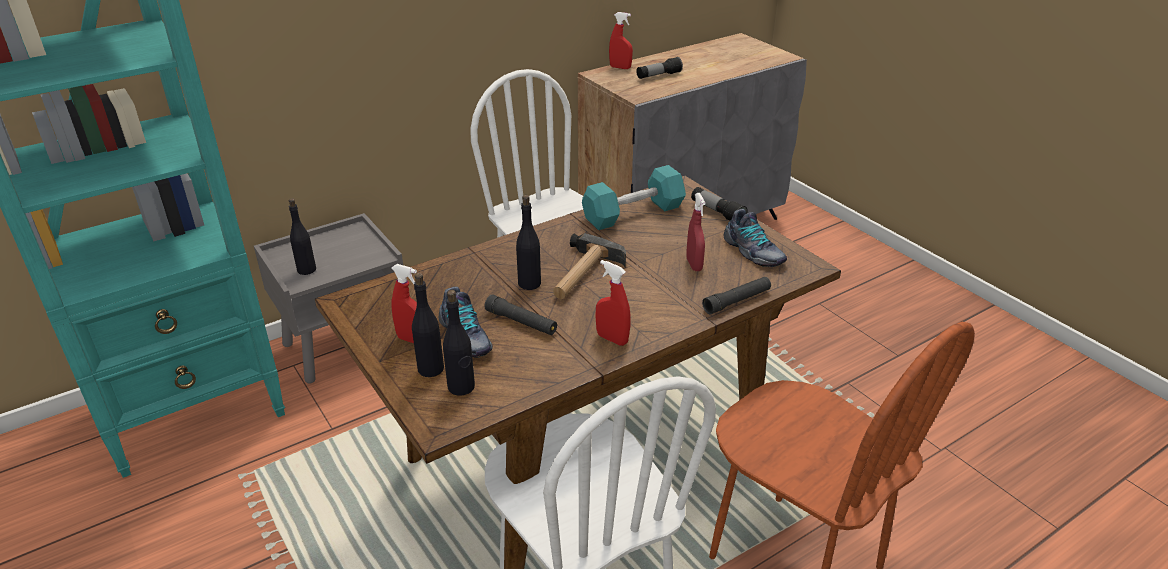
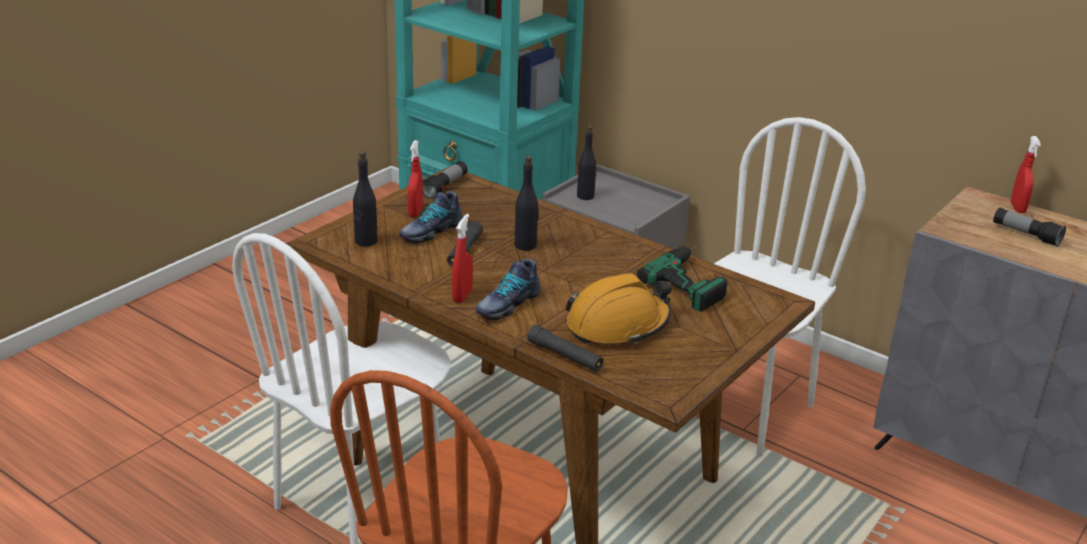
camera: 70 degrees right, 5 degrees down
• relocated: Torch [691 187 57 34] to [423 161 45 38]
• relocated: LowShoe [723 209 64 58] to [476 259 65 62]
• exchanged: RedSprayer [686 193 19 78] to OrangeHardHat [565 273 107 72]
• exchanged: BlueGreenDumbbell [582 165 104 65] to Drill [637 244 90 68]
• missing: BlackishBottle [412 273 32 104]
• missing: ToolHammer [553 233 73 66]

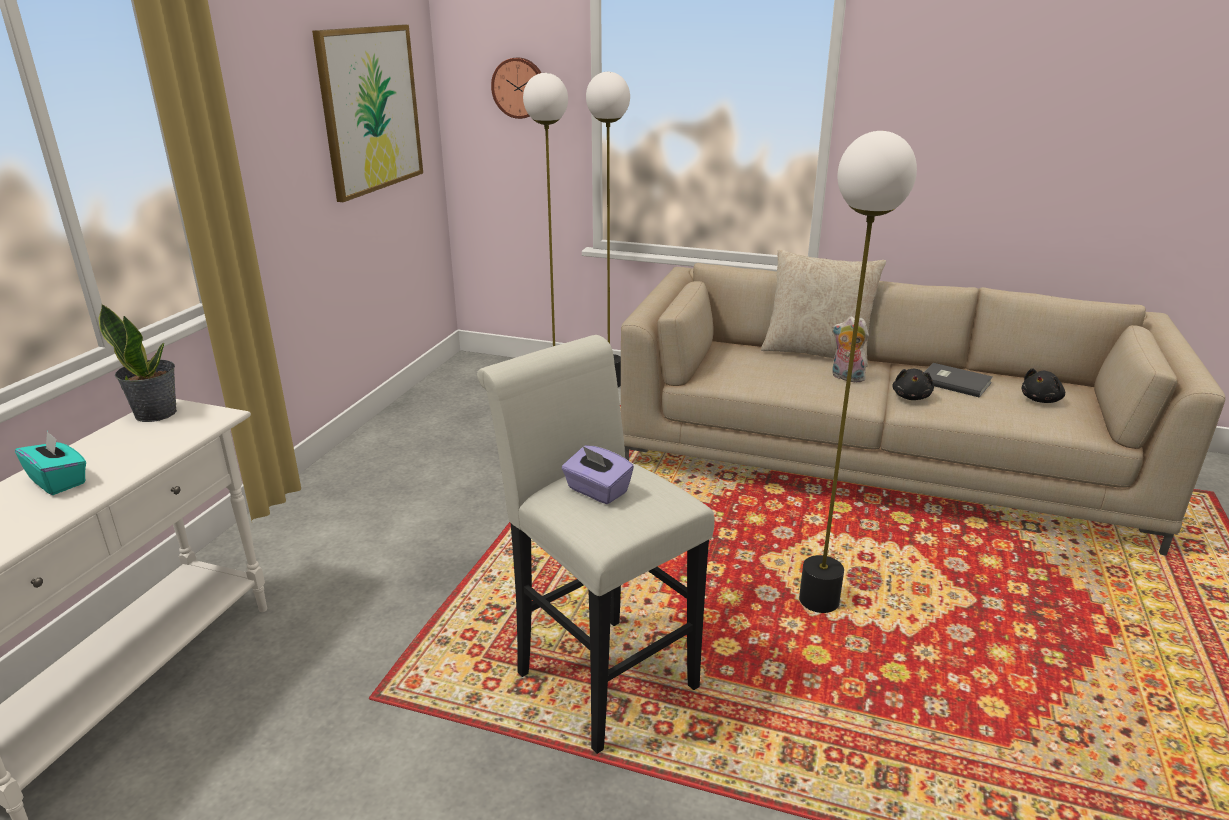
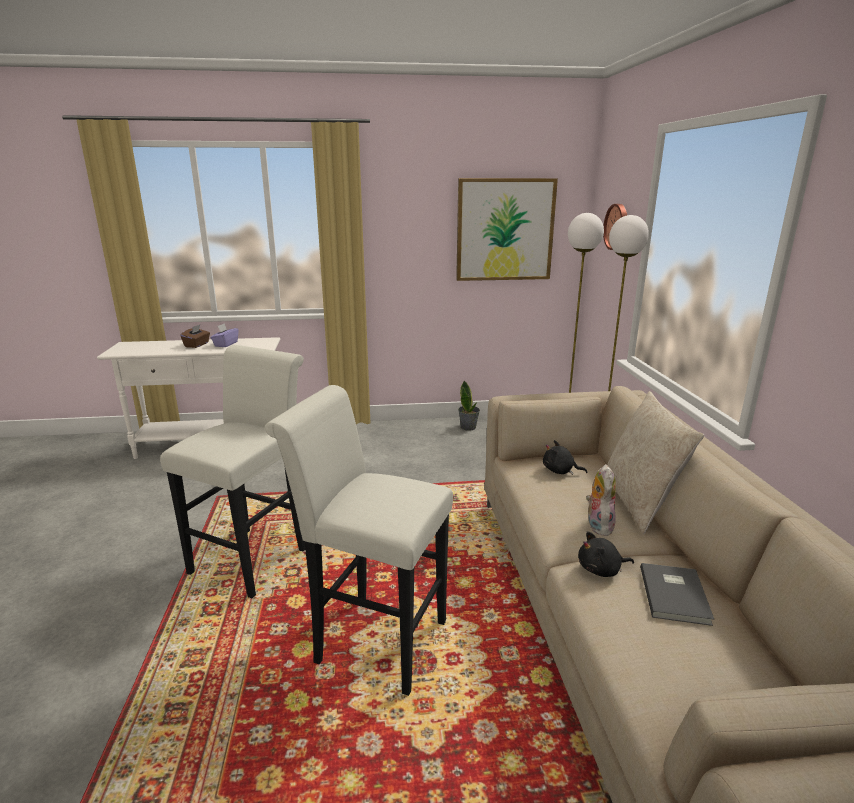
camera: 65 degrees right, 5 degrees down
• colour: BlueGreenBoxOfTissues [15 430 71 65] to BrownColouredBoxOfTissues [180 325 30 23]
• relocated: PurpleBoxOfTissues [562 445 72 59] to [210 323 28 24]
• exchanged: StandingLamp [799 131 118 482] to WhiteSittingStool [265 385 188 311]
• relocated: PottedPlant [98 305 79 117] to [458 380 22 51]
• relocated: BlackishCuddlyToy [1021 368 44 35] to [543 440 44 35]

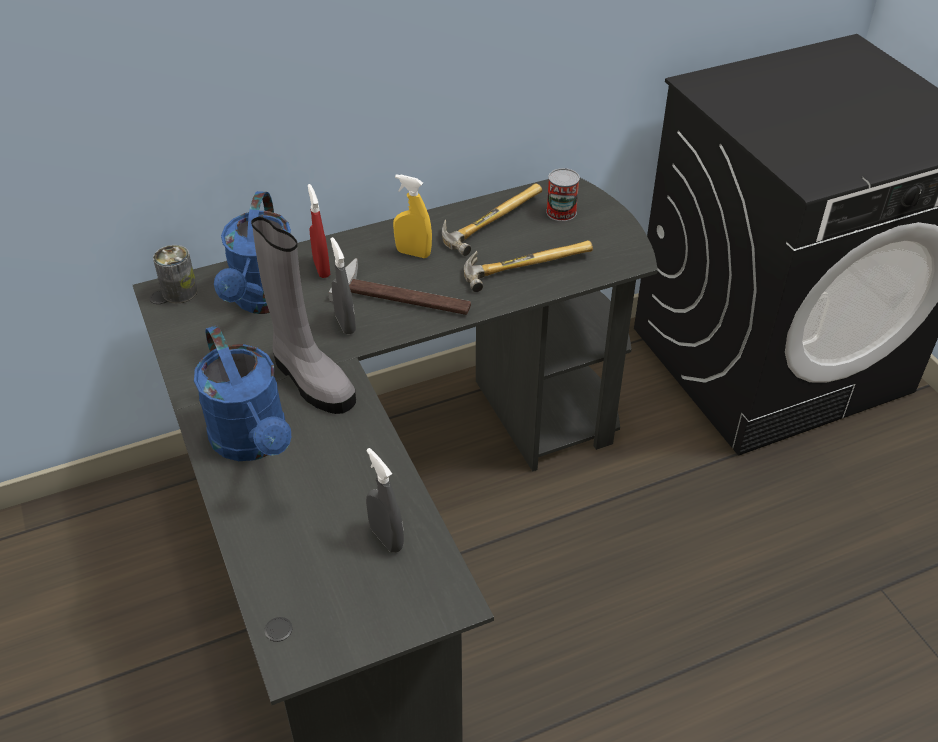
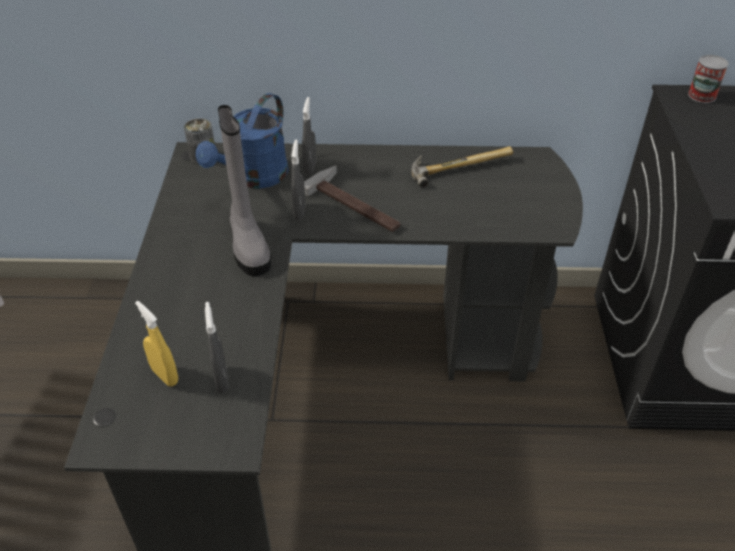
camera: 25 degrees right, 0 degrees up
• relocated: YellowSprayer [393 174 39 84] to [135 301 43 85]
• colour: RedSprayer [307 184 23 94] to GreySprayer [302 97 14 77]
• relocated: Can [546 168 34 53] to [688 55 41 48]
• missing: BlueColouredWateringCan [194 325 97 136]
• missing: ToolHammer [464 240 129 52]

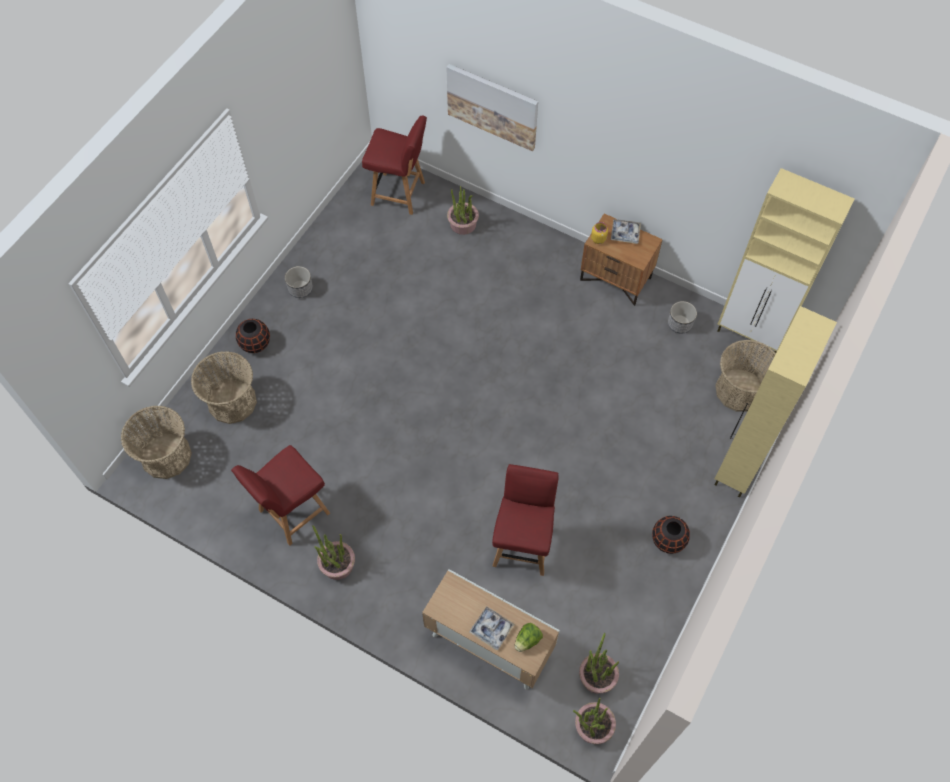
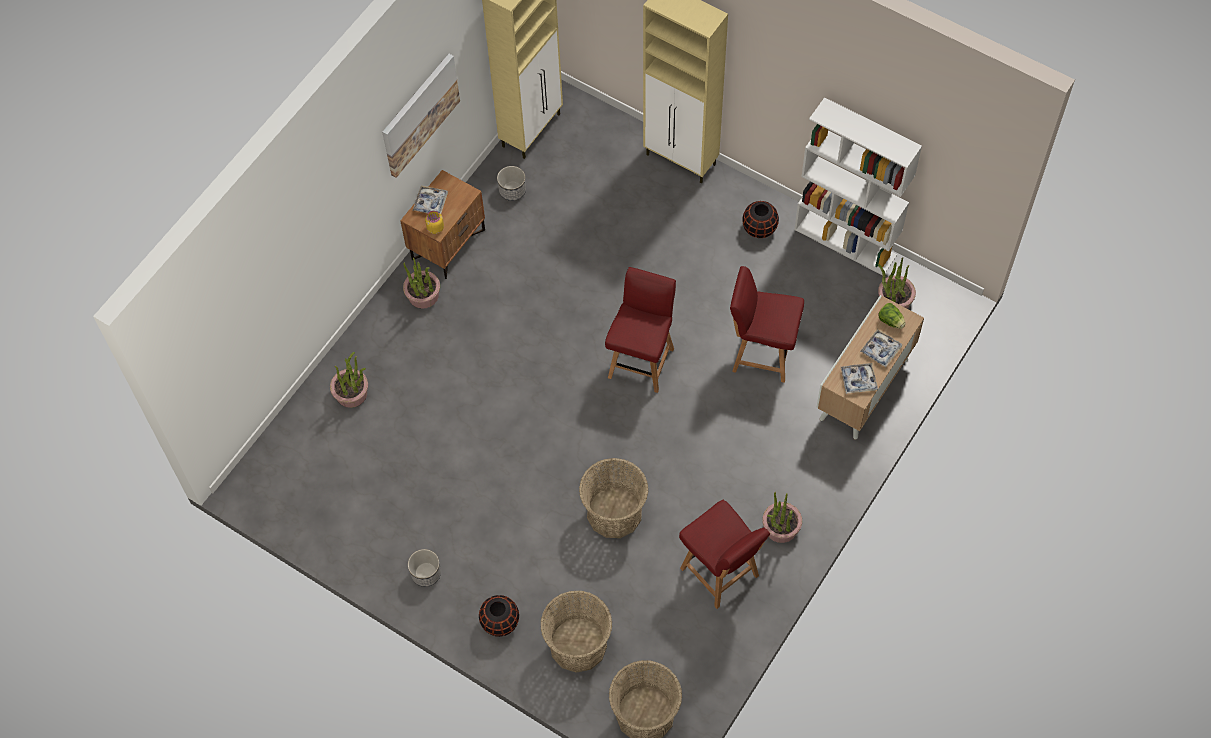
camera: 85 degrees left, 0 degrees up
• relocated: WallPicture [446 64 92 87] to [382 54 78 124]
• relocated: PottedPlant [573 698 43 46] to [403 258 37 51]
• relocated: HouseholdBasket [715 340 61 72] to [579 458 70 80]
• relocated: RedUprightChair [362 115 65 100] to [605 267 71 126]
• appeared: WhiteShelvingUnit [794 97 128 179]
• appeared: Tray [841 363 37 31]

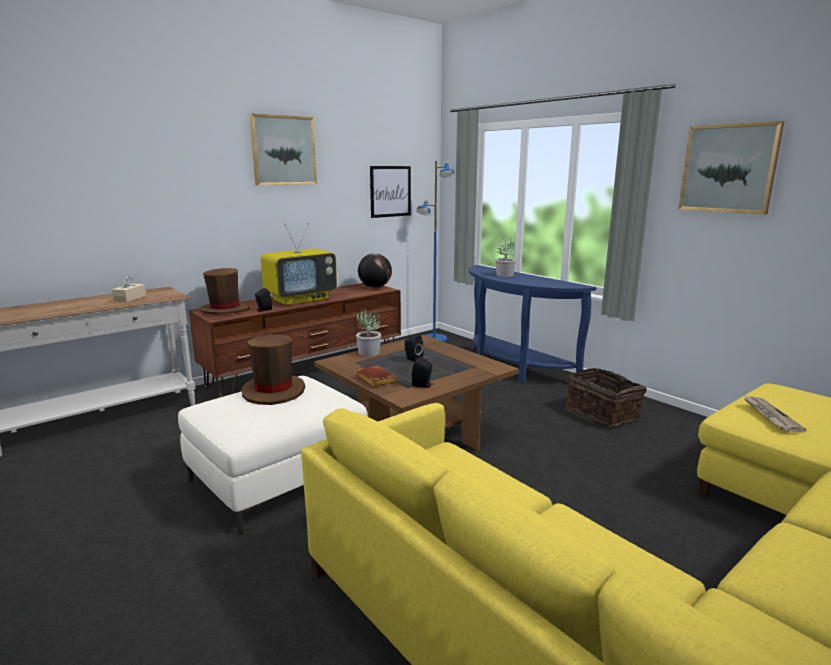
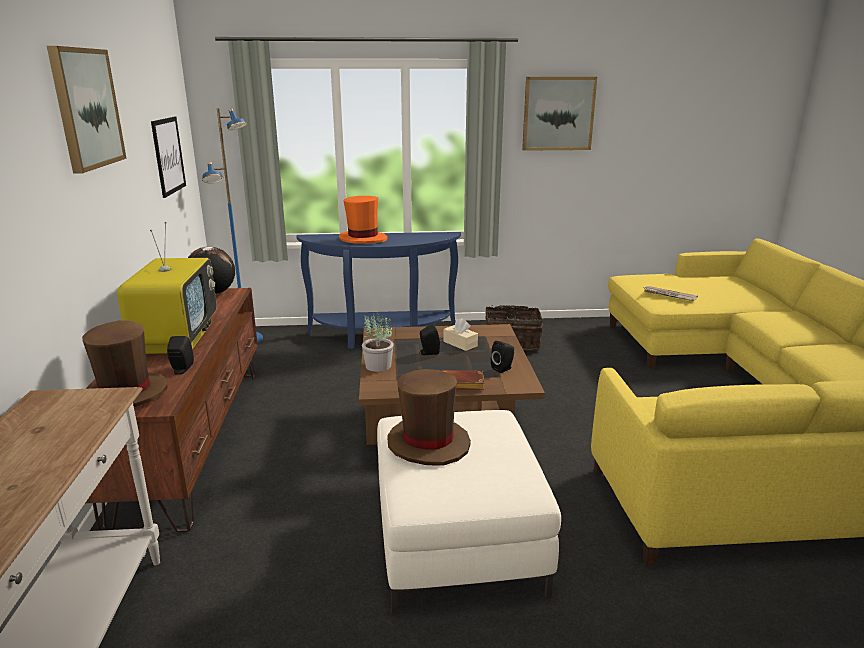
camera: 55 degrees left, 5 degrees up
• exchanged: PottedPlant [495 237 21 40] to OrangeClothingHat [339 196 48 48]
• relocated: BeigeColouredBoxOfTissues [112 275 34 27] to [443 318 35 33]

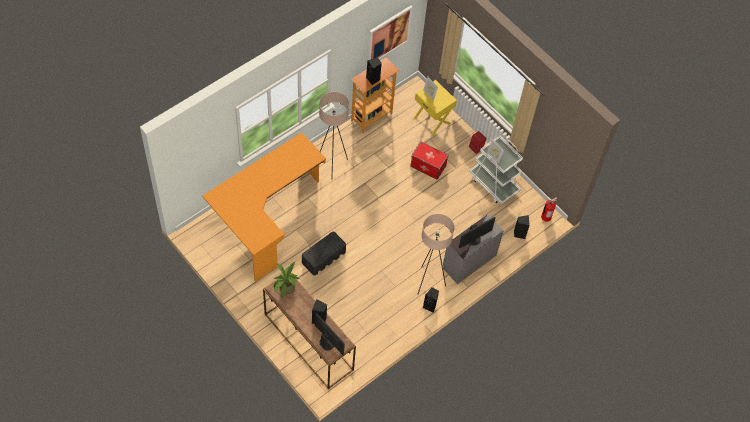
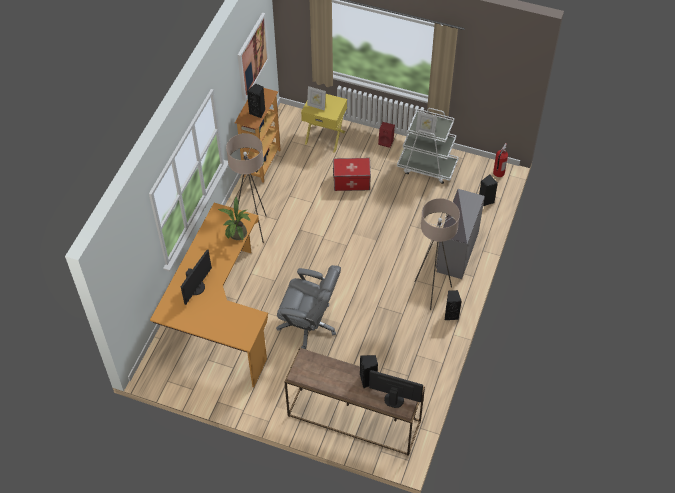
camera: 25 degrees left, 5 degrees down
• relocated: Monitor [459 217 37 31] to [181 250 31 55]
• relocated: PottedPlant [273 261 27 37] to [218 197 32 44]
• exchanged: BlackishStorageBox [302 232 44 44] to GreyOfficeChair [276 265 65 84]

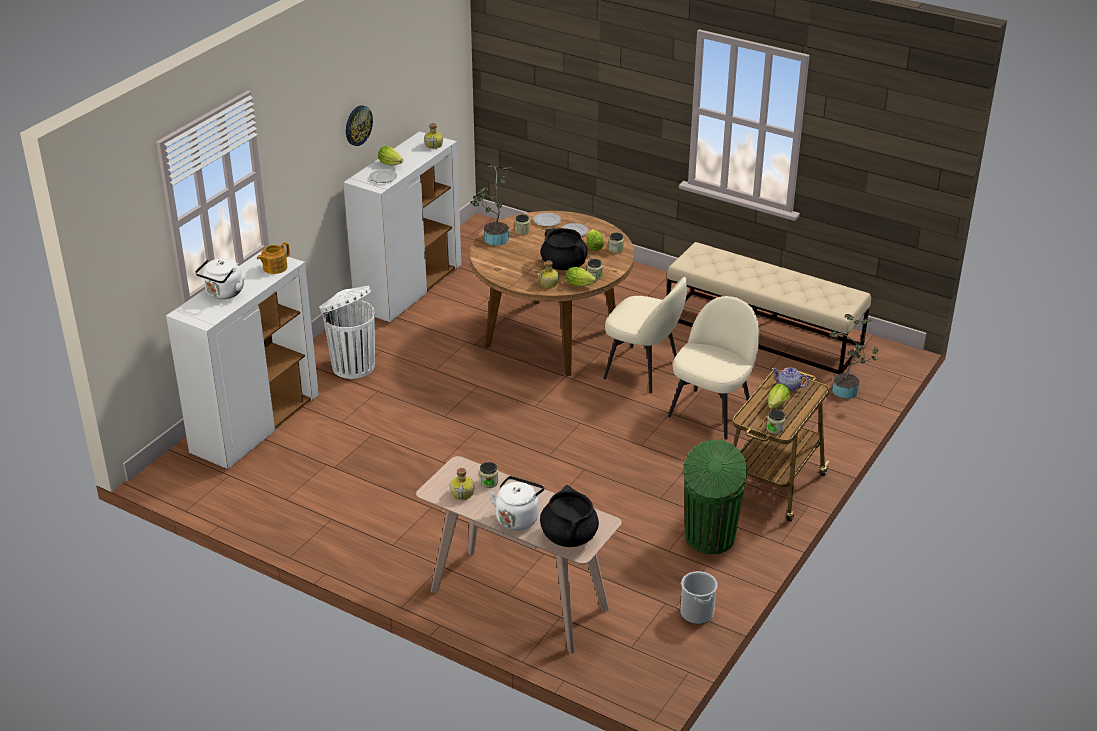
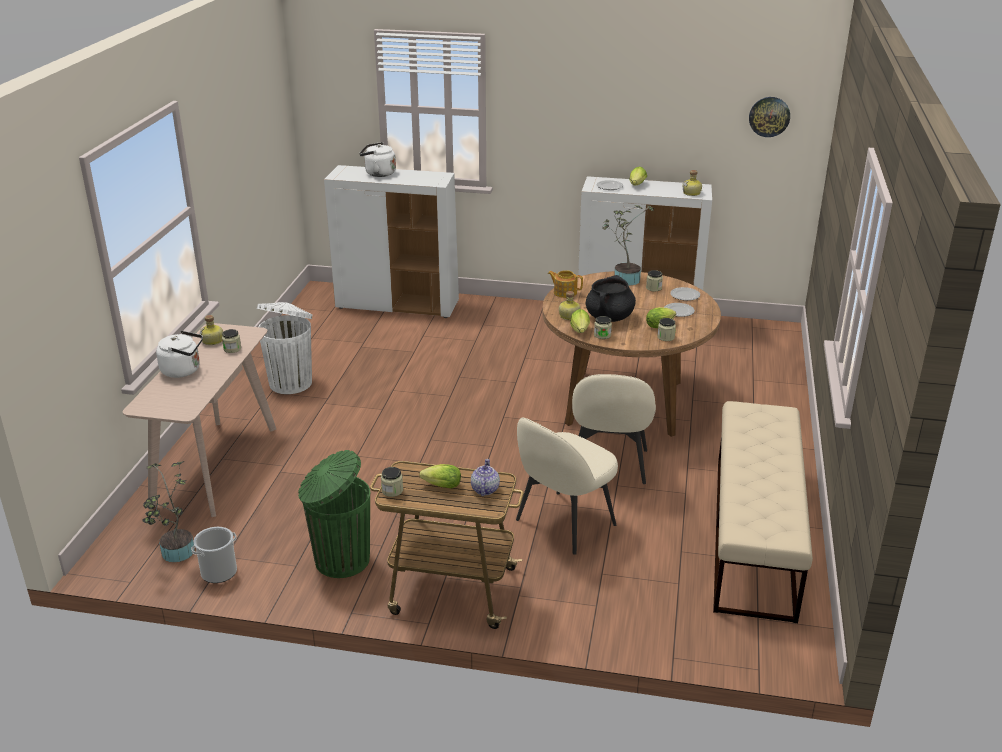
camera: 70 degrees right, 5 degrees down
• relocated: PottedPlant [829 314 49 85] to [142 461 53 101]
• relocated: WhiteWasteBin [319 286 56 93] to [257 302 55 92]
• spun: BeigeColouredUprightChair [668 296 91 144] = [516 418 102 137] 120 degrees clockwise
• relocated: Teapot [257 242 33 32] to [548 270 35 28]
• relocated: ClockOnTheWall [346 105 27 41] to [749 97 41 40]
• missing: BlackishStockpot [540 485 59 62]

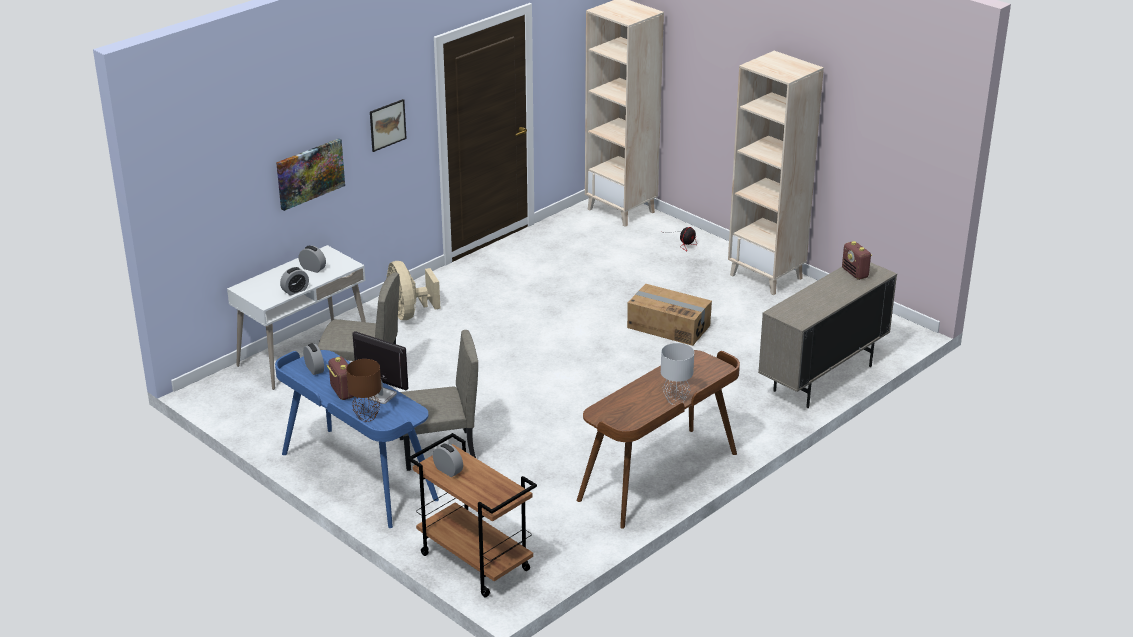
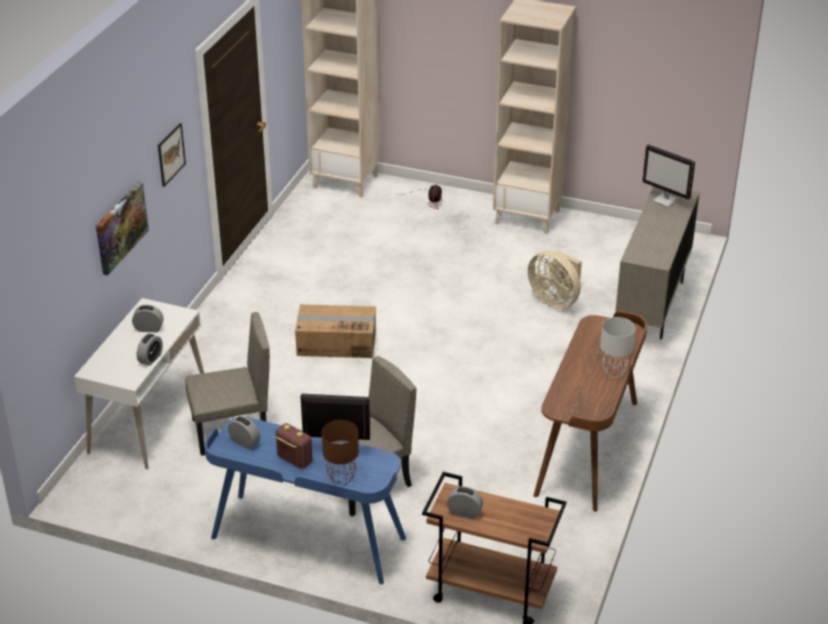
camera: 25 degrees left, 5 degrees up
• relocated: CardboardBox [627 284 85 62] to [295 304 81 54]
• relocated: BeigeColouredFan [386 261 54 59] to [528 250 54 59]
• exchanged: RadioSet [842 241 30 39] to Monitor [642 144 53 63]

